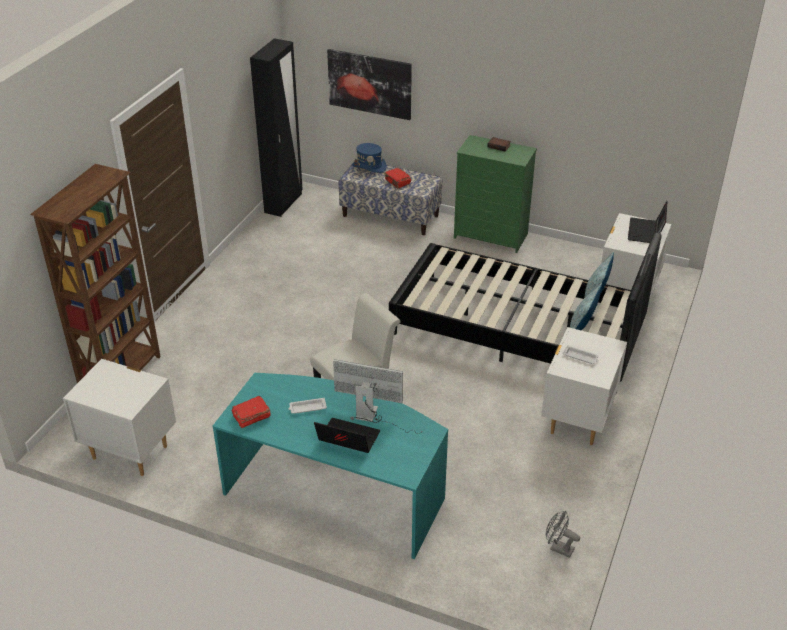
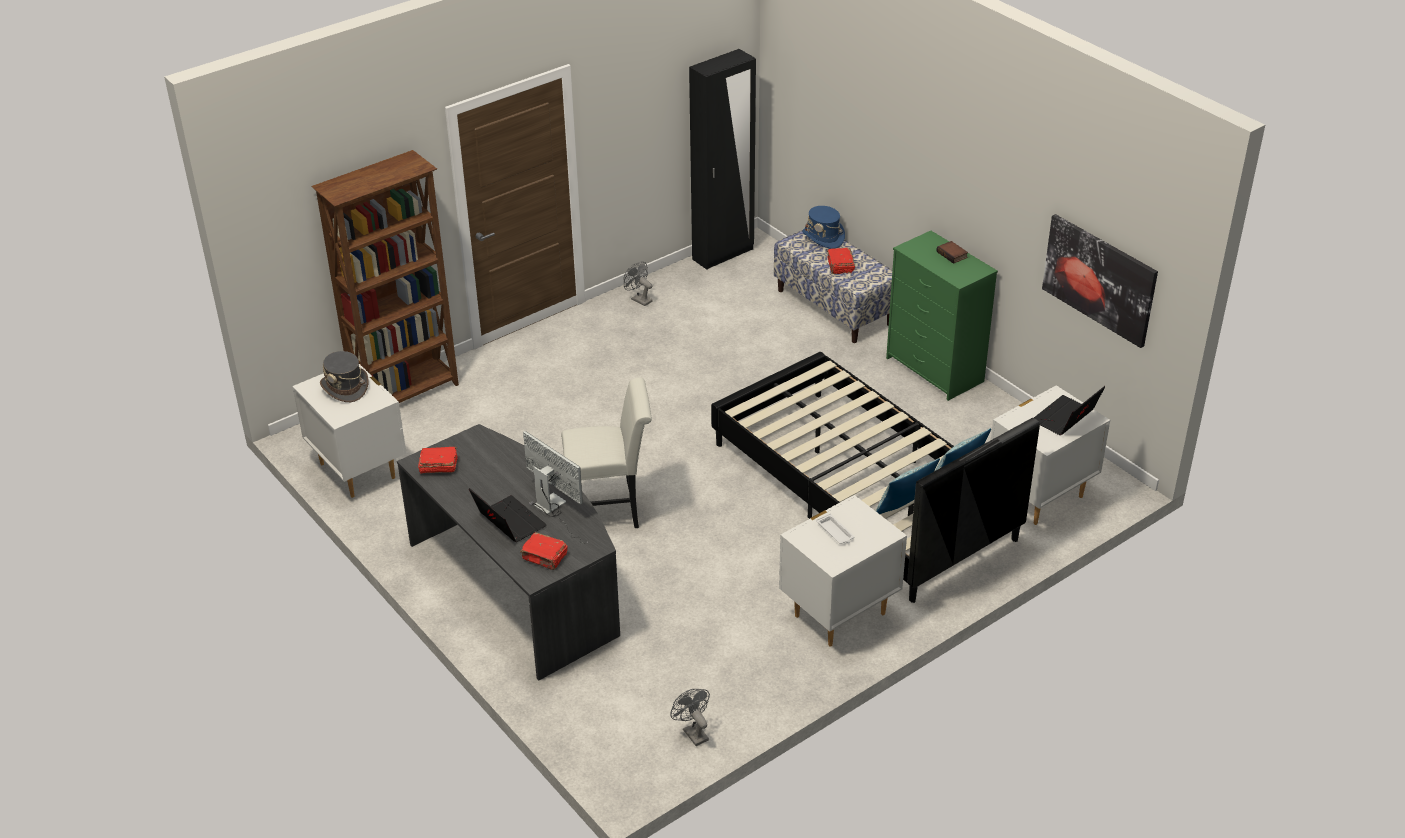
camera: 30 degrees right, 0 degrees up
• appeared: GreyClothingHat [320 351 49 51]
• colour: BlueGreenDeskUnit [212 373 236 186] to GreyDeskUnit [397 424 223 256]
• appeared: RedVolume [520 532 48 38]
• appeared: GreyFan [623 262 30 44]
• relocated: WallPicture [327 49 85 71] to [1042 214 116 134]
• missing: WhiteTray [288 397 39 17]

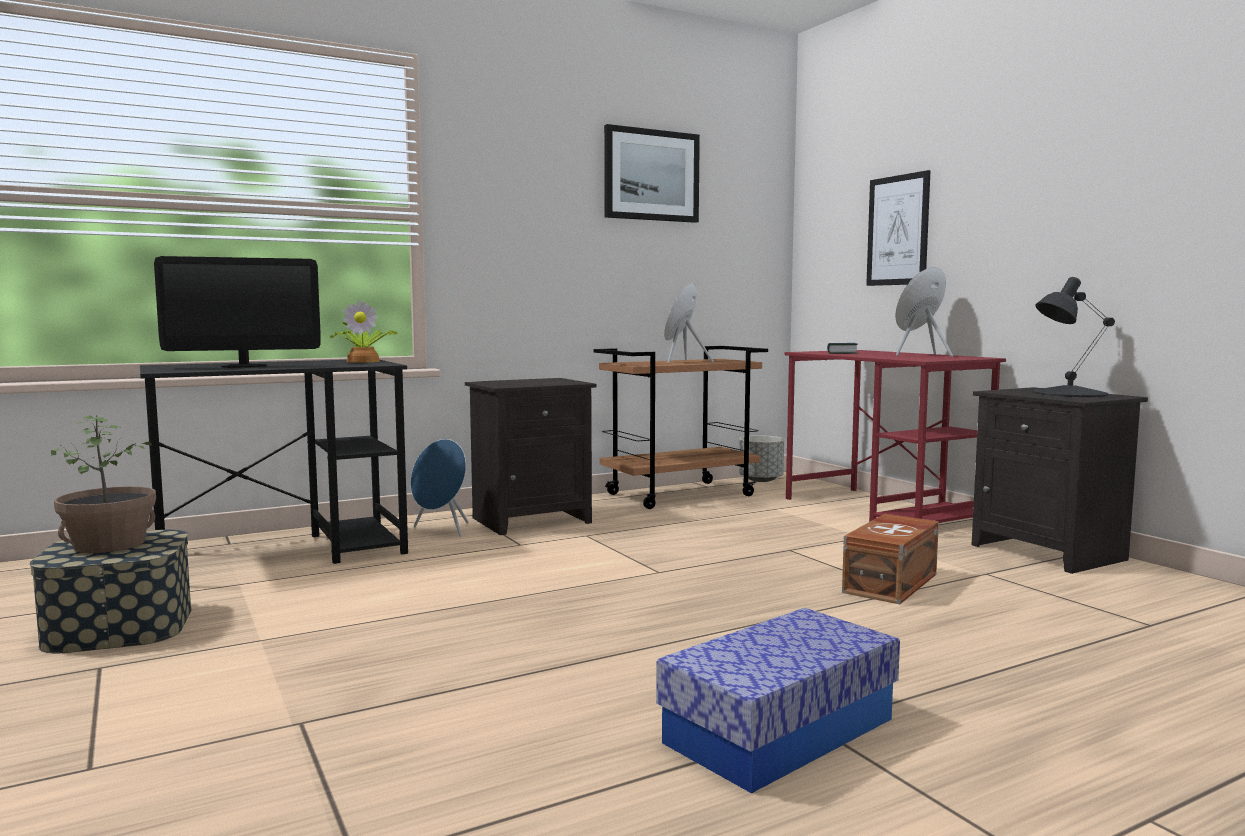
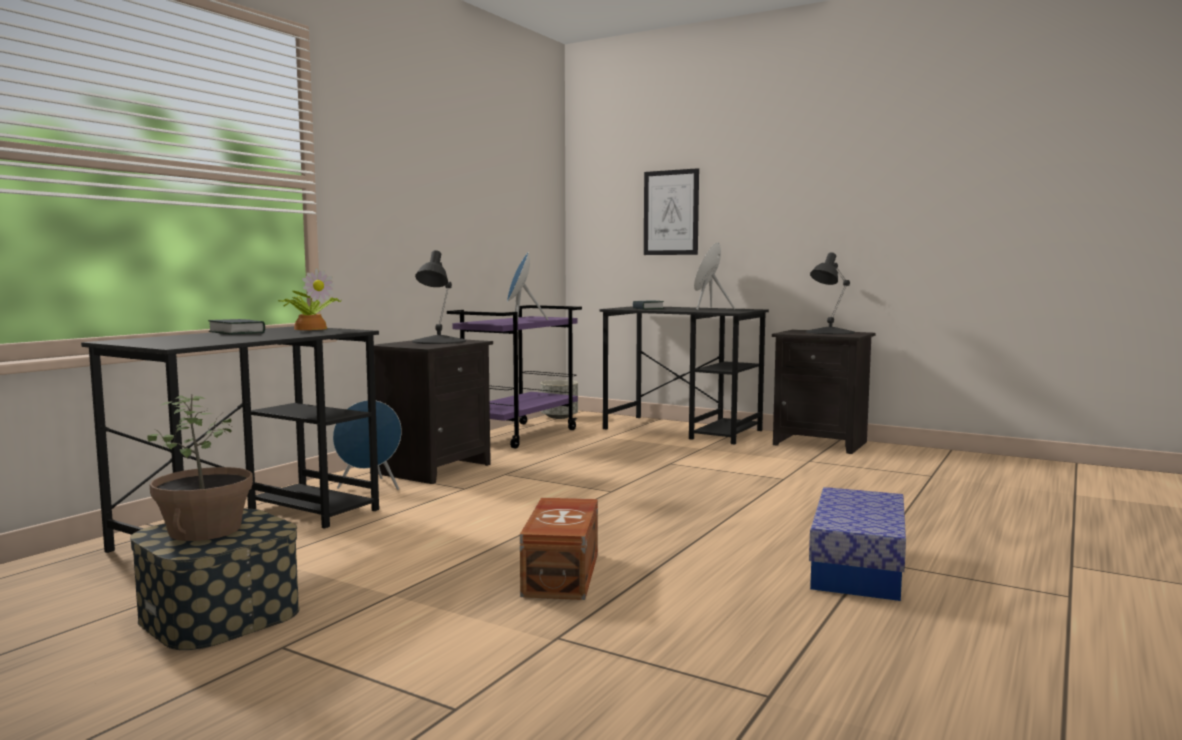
camera: 30 degrees left, 0 degrees up
• appeared: Volume [208 319 57 15]
• appeared: BlackishTabletopLamp [412 250 54 94]
• colour: BrownColouredTrolley [593 346 175 163] to PurpleTrolley [447 305 135 143]
• relocated: BrownColouredStorageBox [842 514 97 90] to [520 498 78 102]
• colour: RedDeskUnit [784 350 222 173] to BlackishDeskUnit [600 306 169 139]
• missing: Monitor [154 256 167 112]
• missing: WallPicture [604 124 96 99]

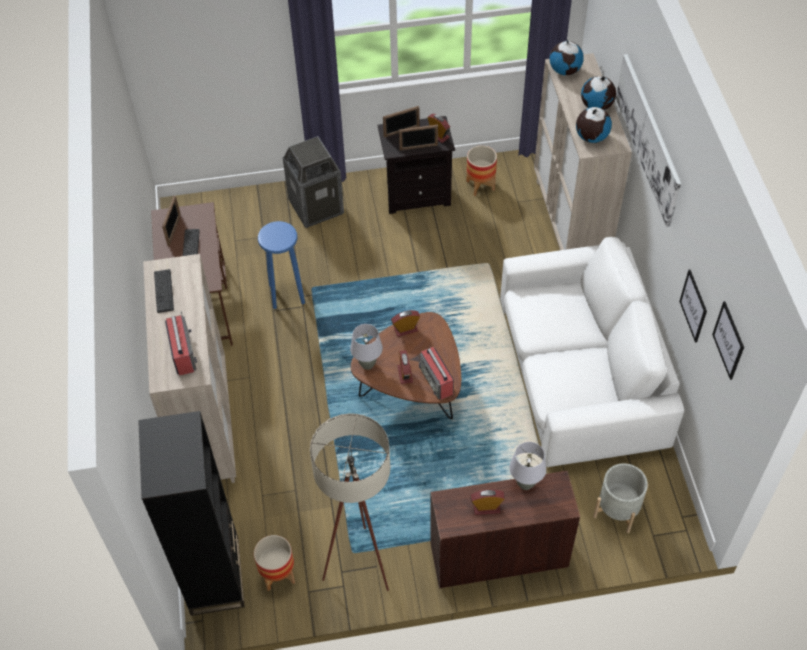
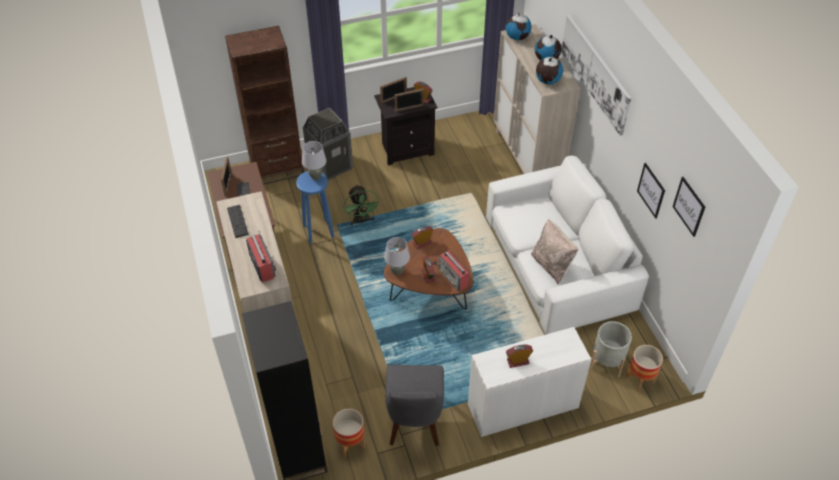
camera: 10 degrees left, 5 degrees down
• appeared: BrownColouredShelvingUnit [225 26 79 158]
• relocated: GreyTabletopLamp [509 442 37 48] to [302 141 25 39]
• appeared: GreenColouredFan [344 185 36 40]
• exchanged: BeigeColouredStandingLamp [310 413 80 178] to GreyUprightChair [385 365 59 81]
• colour: BrownColouredDeskUnit [430 471 150 117] to WhiteDeskUnit [468 327 123 110]
• appeared: BeigeColouredCushion [531 219 47 66]
• relocated: Planter [466 146 31 50] to [626 345 37 47]

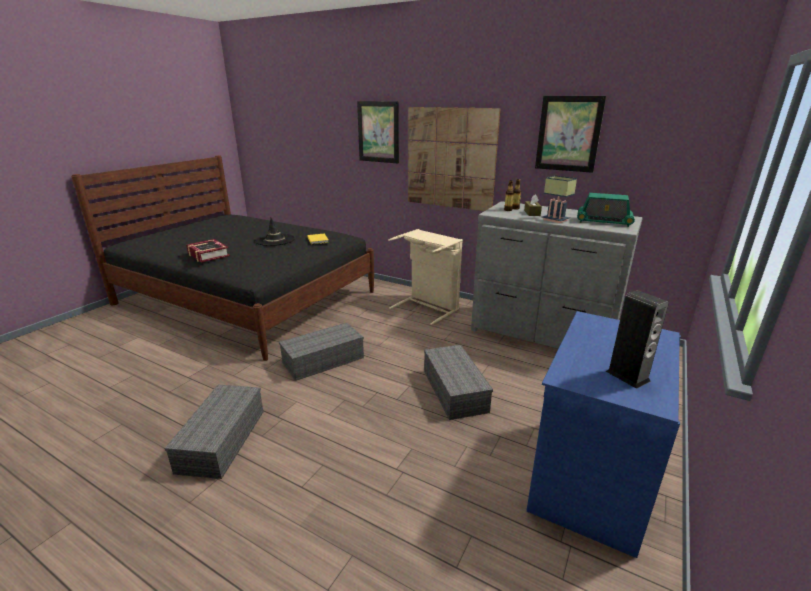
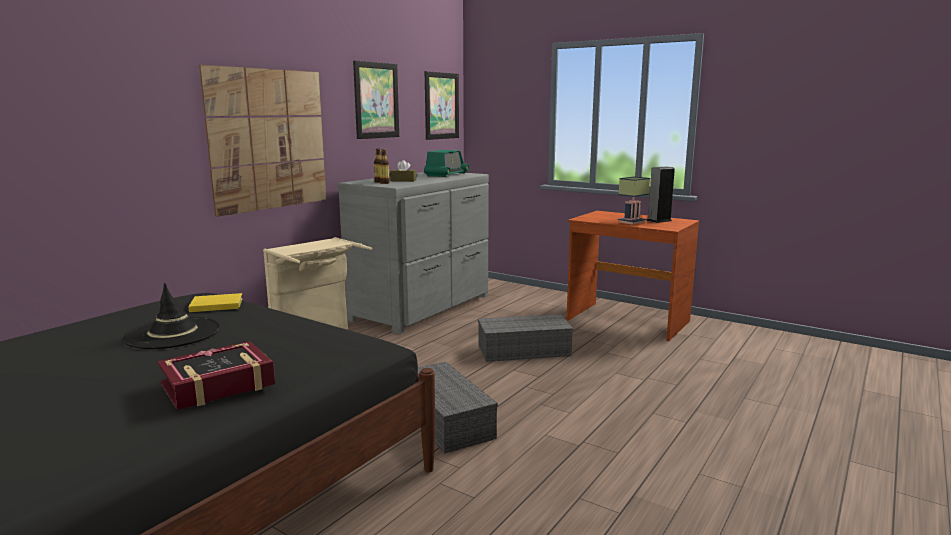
camera: 85 degrees left, 10 degrees down
• relocated: WallPicture [357 101 42 62] to [425 71 34 69]
• colour: BlueColouredDeskUnit [526 311 155 247] to BrownColouredDeskUnit [566 211 133 130]
• relocated: TabletopLamp [542 175 35 48] to [617 177 33 48]
• missing: GreyStorageBox [165 385 99 94]

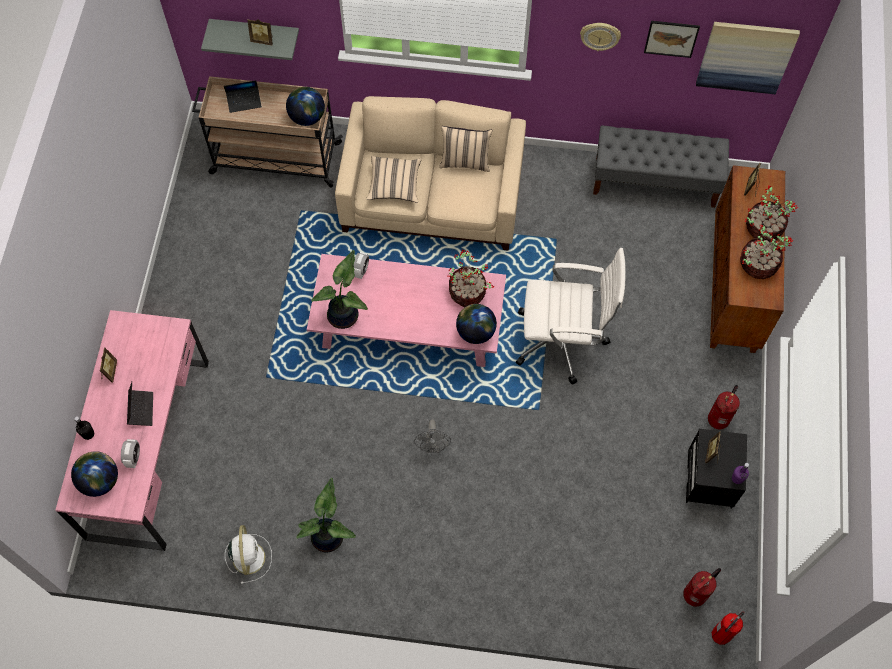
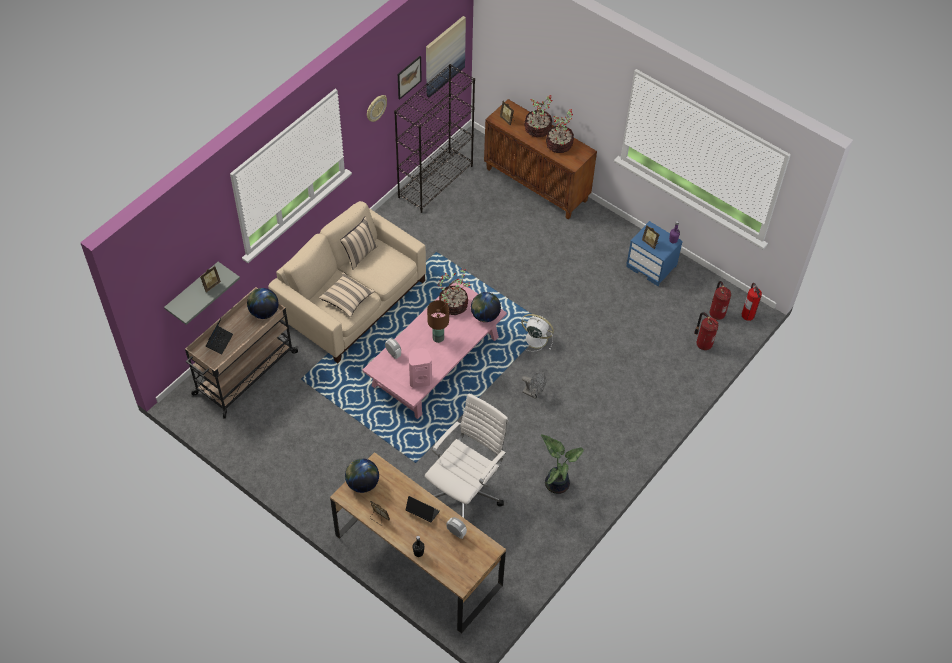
camera: 60 degrees left, 10 degrees down
• colour: PinkishDeskUnit [56 310 153 241] to BrownColouredDeskUnit [330 452 176 181]
• relocated: DeskGlobe [71 451 47 46] to [345 459 34 34]
• exchanged: GreyIndoorBench [593 126 136 82] to BlackishShelvingUnit [394 64 81 149]
• exchanged: PottedPlant [311 250 57 79] to PinkishAudioSpeaker [409 348 23 40]
• relocated: WhiteOfficeChair [516 248 110 137] to [425 393 83 125]
• appeared: BrownColouredTabletopLamp [427 300 22 43]
• relocated: WhiteFan [225 525 47 59] to [521 314 33 37]
• colour: BlackishNightTable [686 429 61 80] to BlueColouredNightTable [626 221 57 66]
• relocated: FireFightingCylinder [708 385 32 44] to [694 312 24 38]

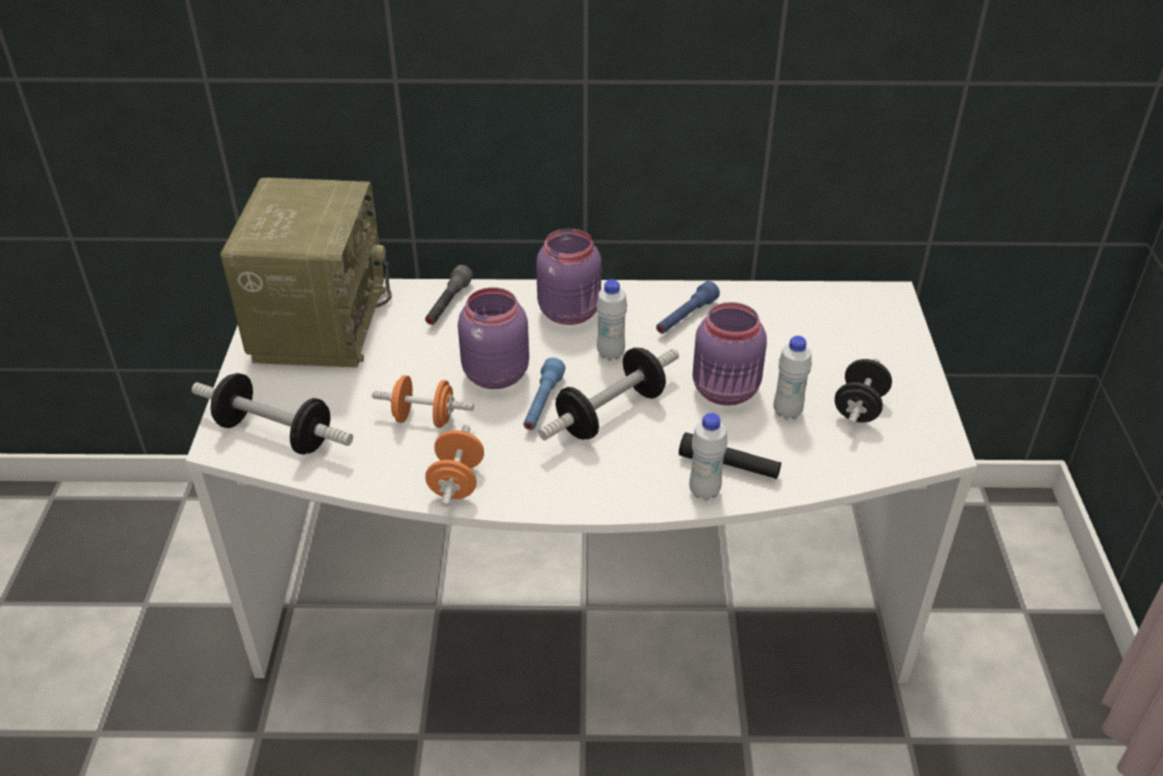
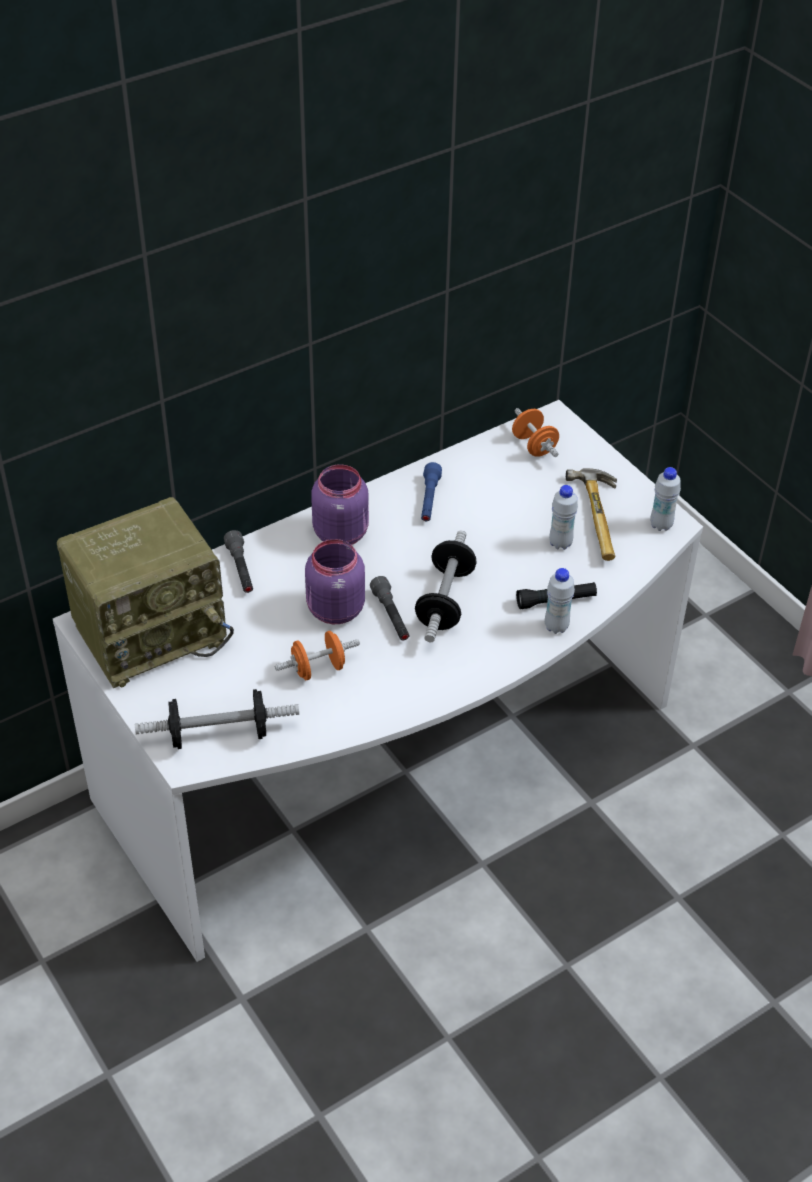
camera: 35 degrees left, 5 degrees up
• spun: RadioSet [220 178 172 190] = [57 497 177 191] 90 degrees clockwise
• colour: BlueColouredTorch [523 358 42 72] to GreyTorch [370 576 39 64]
• relocated: OrangeDumbbell [425 425 59 82] to [512 408 47 49]
• exchanged: BlackishDumbbell [835 358 57 67] to ToolHammer [566 468 51 93]
• relocated: WhiteBottle [596 279 31 82] to [650 467 31 64]
• missing: PurpleStorageJar [693 302 74 104]

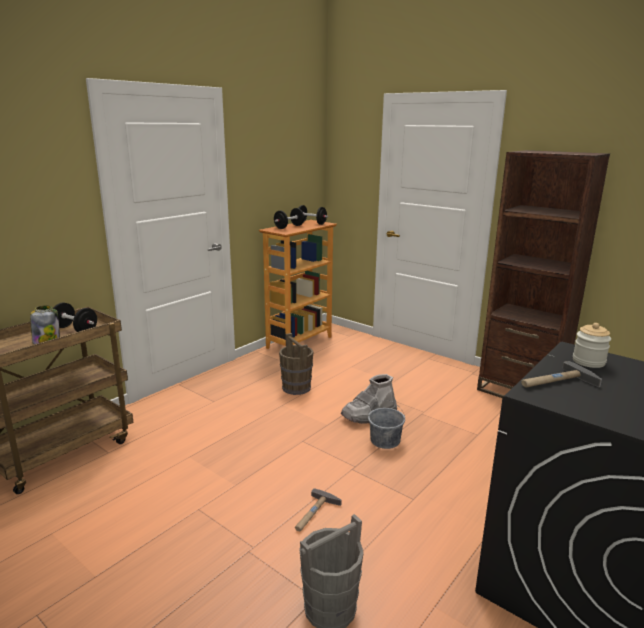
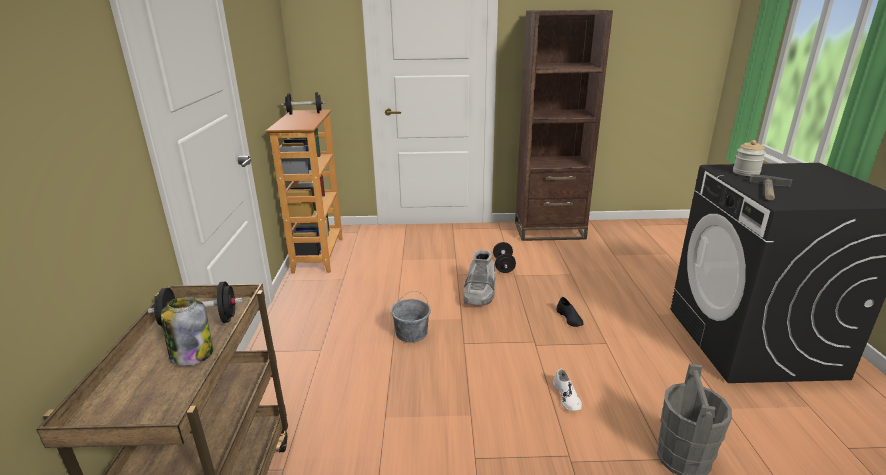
camera: 40 degrees left, 5 degrees up
• relocated: GreyPail [368 400 37 49] to [391 291 40 52]
• relocated: BlackishDumbbell [274 208 30 21] to [493 242 23 31]
• exchanged: ToolHammer [295 488 46 43] to WhiteLowShoe [553 369 29 42]
• appeared: BlackishLowShoe [557 297 27 30]
• missing: BrownColouredPail [279 333 35 62]

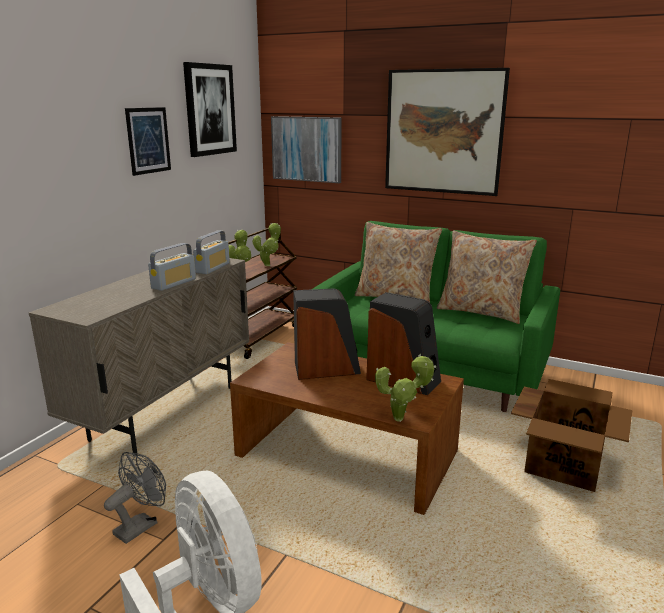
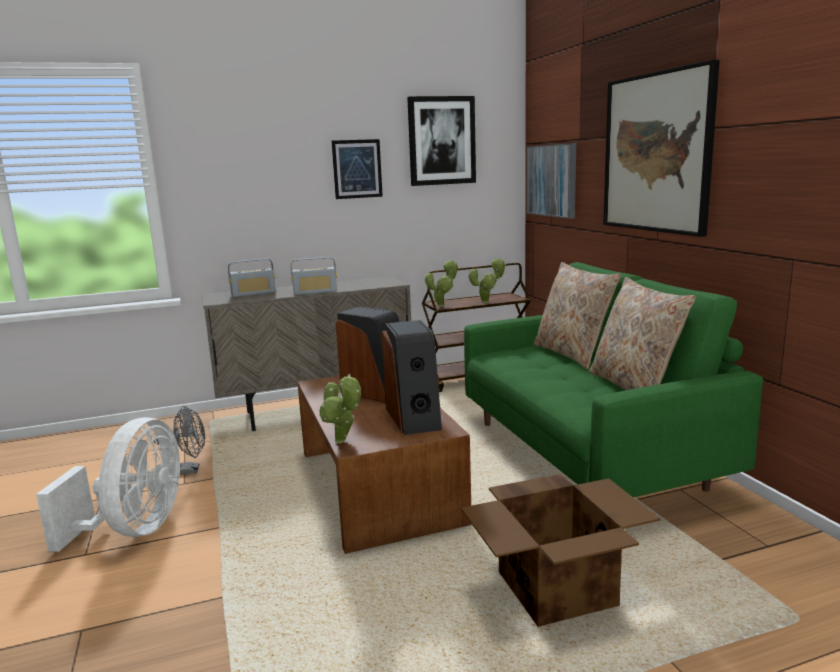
camera: 45 degrees right, 5 degrees down
• relocated: RadioSet [193 230 37 44] to [228 259 47 38]

